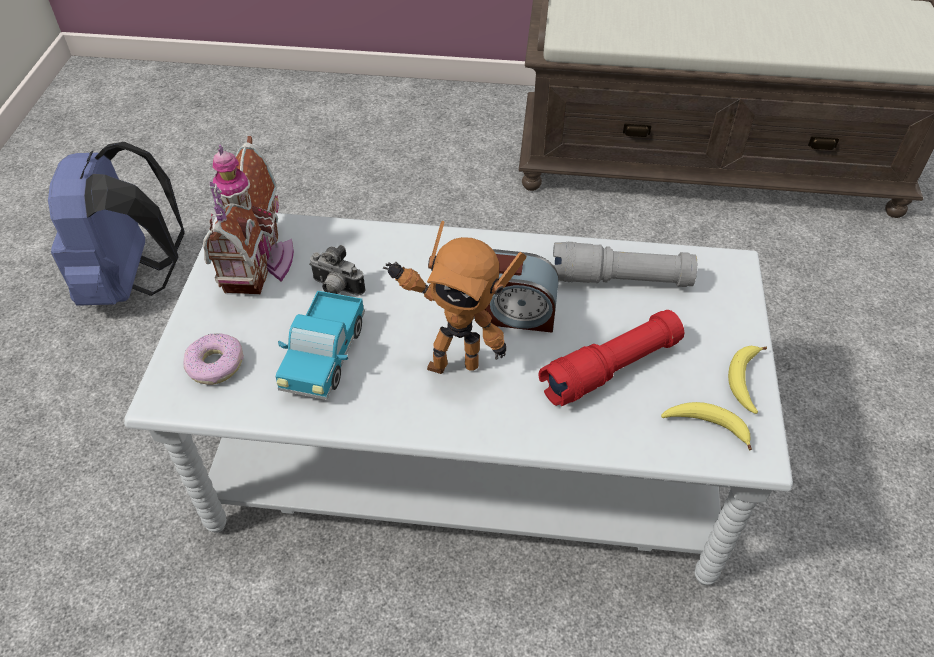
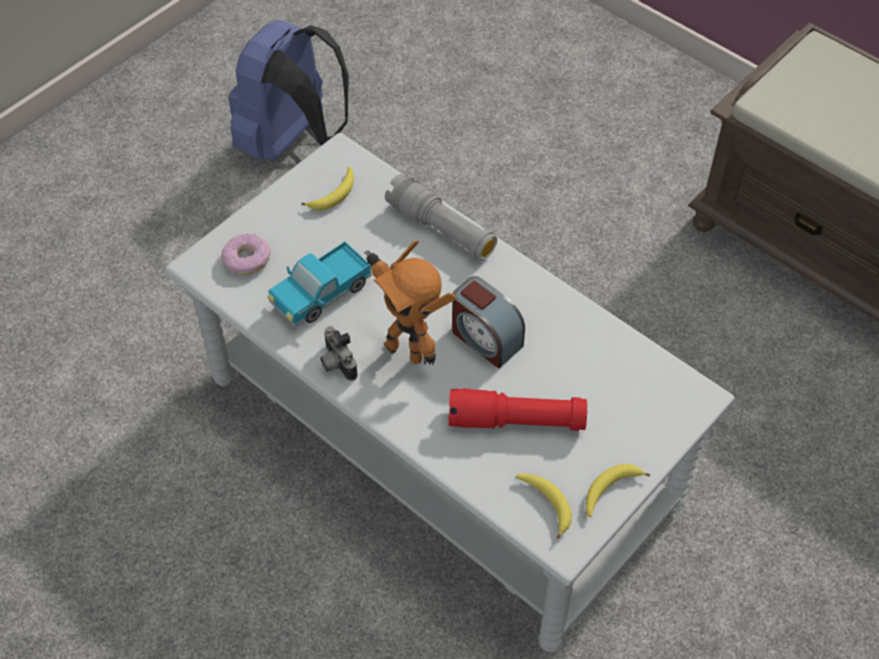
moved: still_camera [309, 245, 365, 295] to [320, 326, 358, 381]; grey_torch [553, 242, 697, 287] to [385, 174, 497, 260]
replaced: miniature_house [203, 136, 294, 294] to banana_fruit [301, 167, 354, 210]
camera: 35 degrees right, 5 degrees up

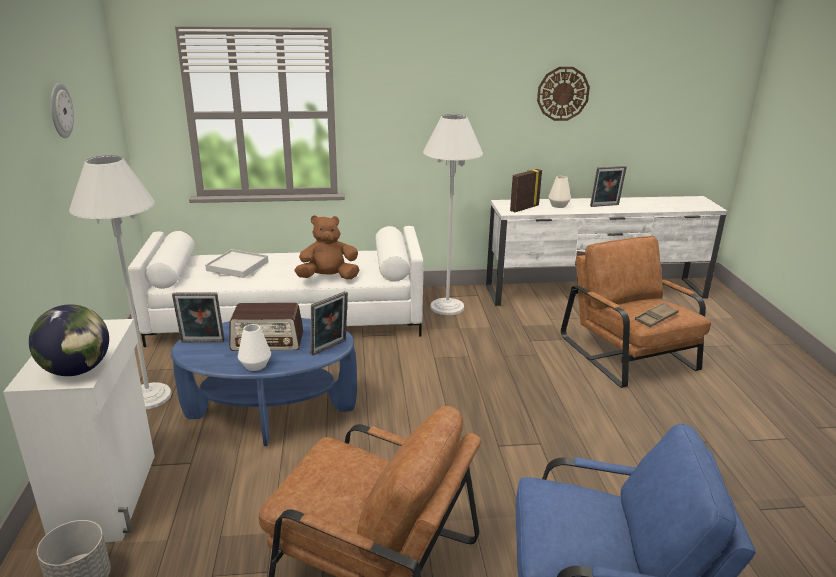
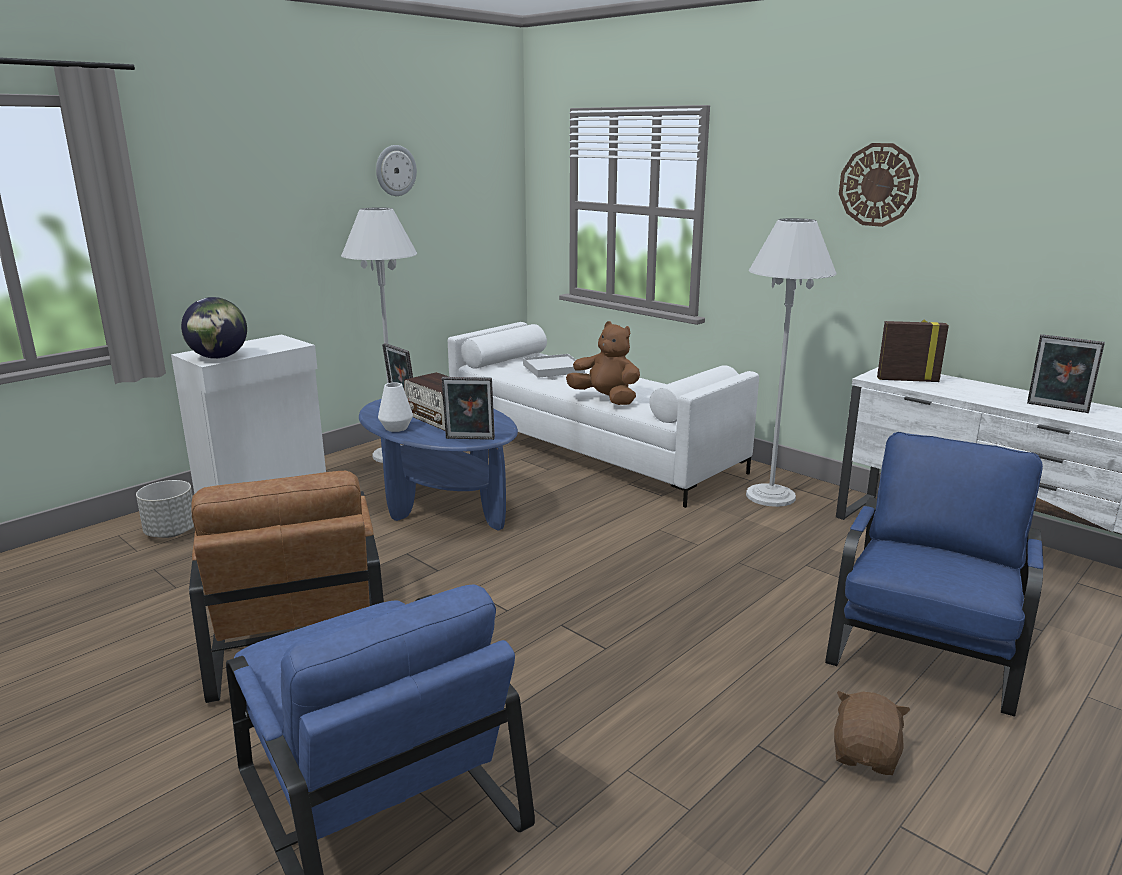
removed: white-coloured_decorative_vase [548, 176, 571, 208]; brownish_serving_tray [635, 303, 679, 327]
added: brownish_cuddly_toy [834, 691, 910, 775]
moved: wall_clock [537, 67, 590, 121] to [839, 143, 919, 227]
recoloured: brownish_armchair [561, 236, 711, 388] to bluish_armchair [825, 432, 1044, 717]
camera: 50 degrees right, 5 degrees down

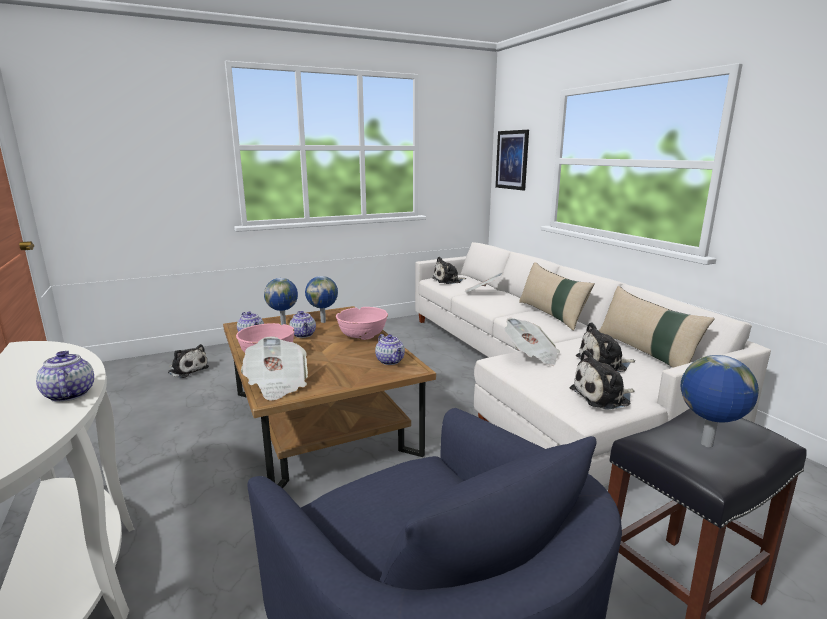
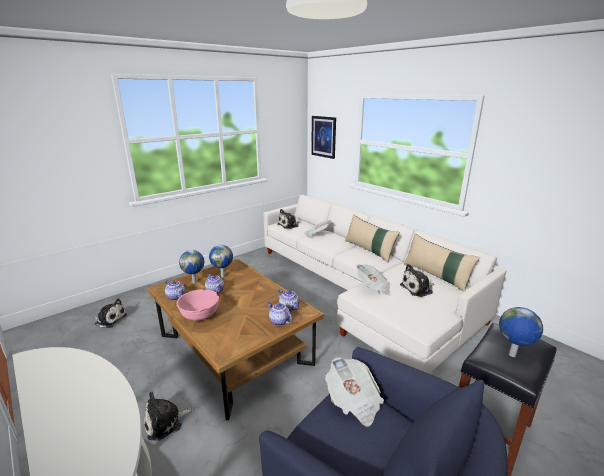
removed: pink_serving_bowl [336, 307, 388, 340]
moved: cuddly_toy [570, 350, 634, 410] to [144, 392, 193, 441]; teapot [36, 351, 94, 402] to [267, 302, 292, 326]; newspaper [241, 336, 308, 401] to [325, 357, 384, 427]
camera: 15 degrees left, 5 degrees up

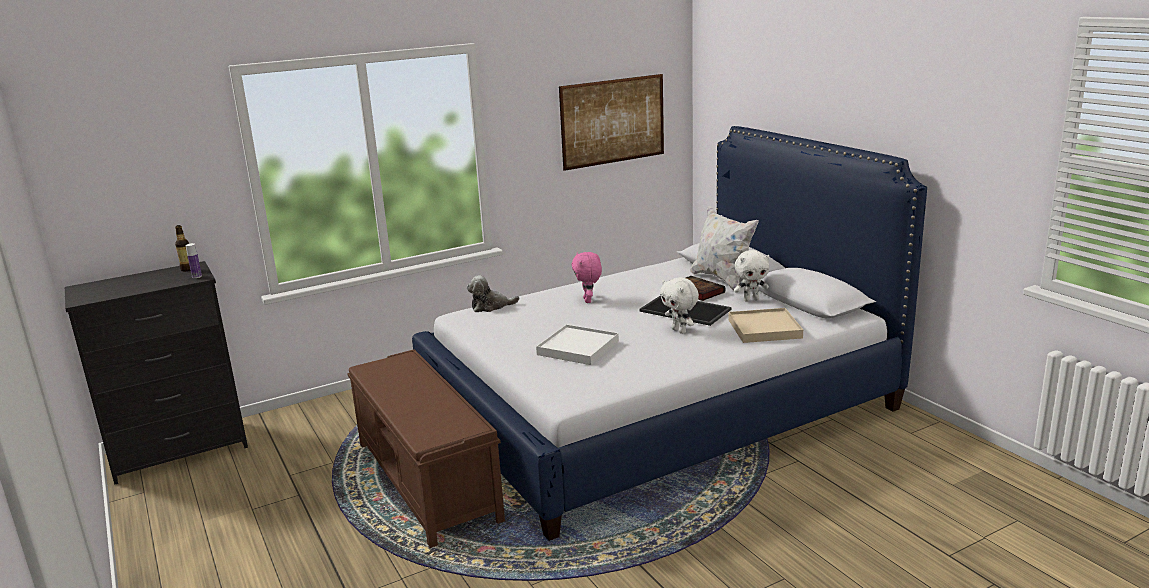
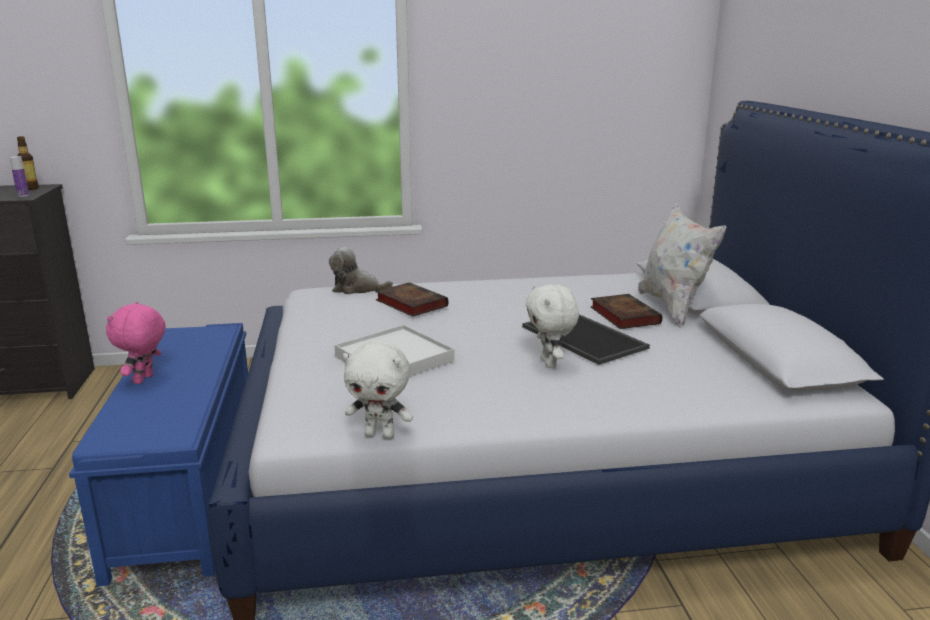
removed: wall_art [559, 74, 664, 171]; beige_serving_tray [729, 308, 803, 343]
added: volume [375, 282, 448, 317]
moved: pink_cuddly_toy [571, 252, 602, 303] to [106, 302, 166, 384]; white-coloured_cuddly_toy [734, 250, 769, 302] to [343, 341, 413, 439]
recoloured: brownish_indoor_bench [347, 349, 505, 548] to bluish_indoor_bench [69, 323, 248, 587]
camera: 20 degrees right, 0 degrees up

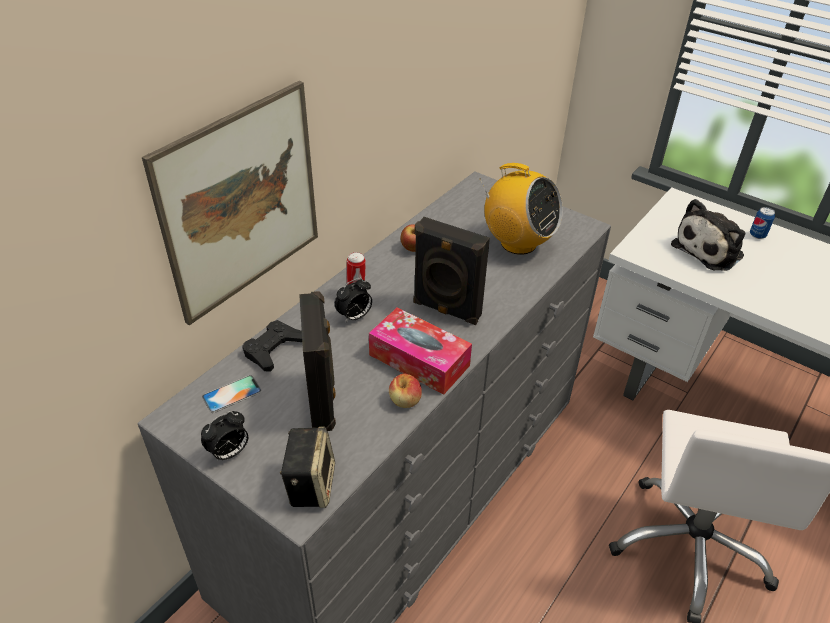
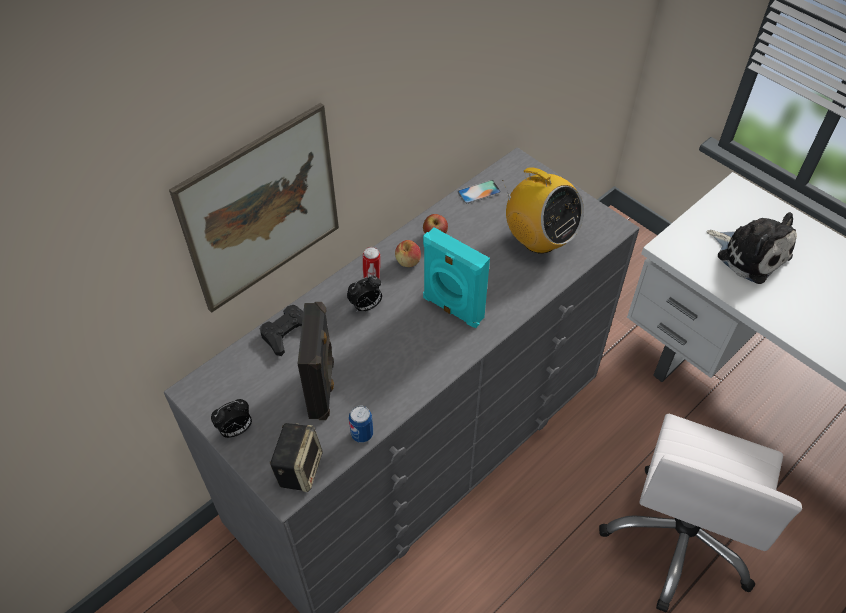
removed: box_of_tissues [369, 308, 472, 395]
moved: sealed_can [750, 207, 775, 239] to [349, 406, 373, 443]; apple [389, 373, 422, 408] to [395, 240, 421, 267]; phone [202, 375, 262, 413] to [458, 180, 501, 204]
recoloured: blackish_loudspeaker [413, 217, 490, 325] to turquoise-coloured_loudspeaker [423, 227, 490, 328]
turned: cuddly_toy [671, 199, 745, 271] = [707, 212, 797, 284] 105 degrees counterclockwise
camera: 10 degrees right, 10 degrees up

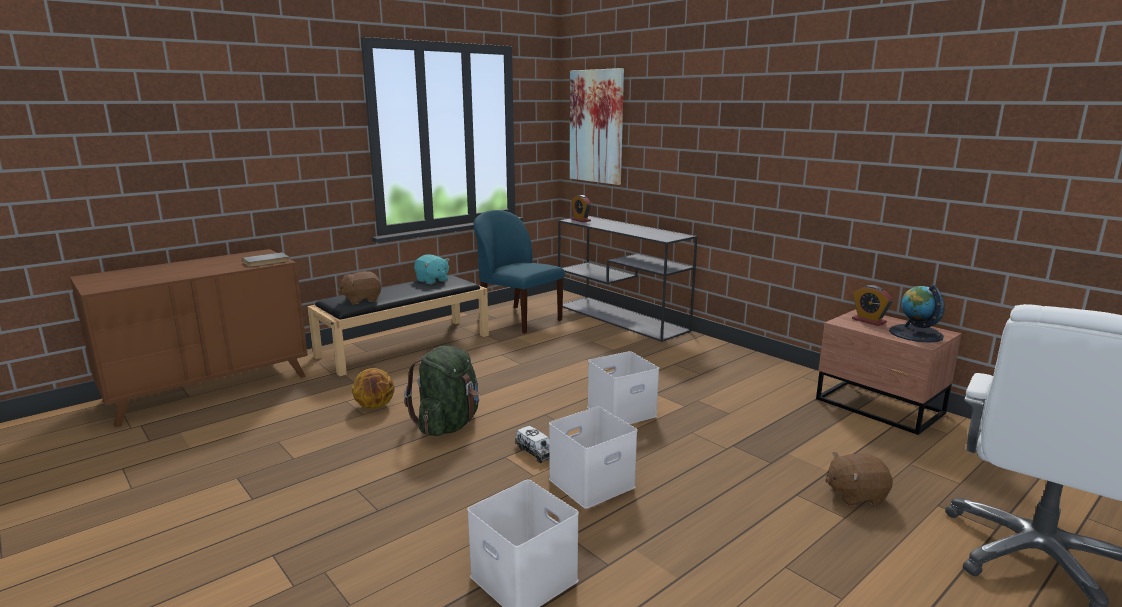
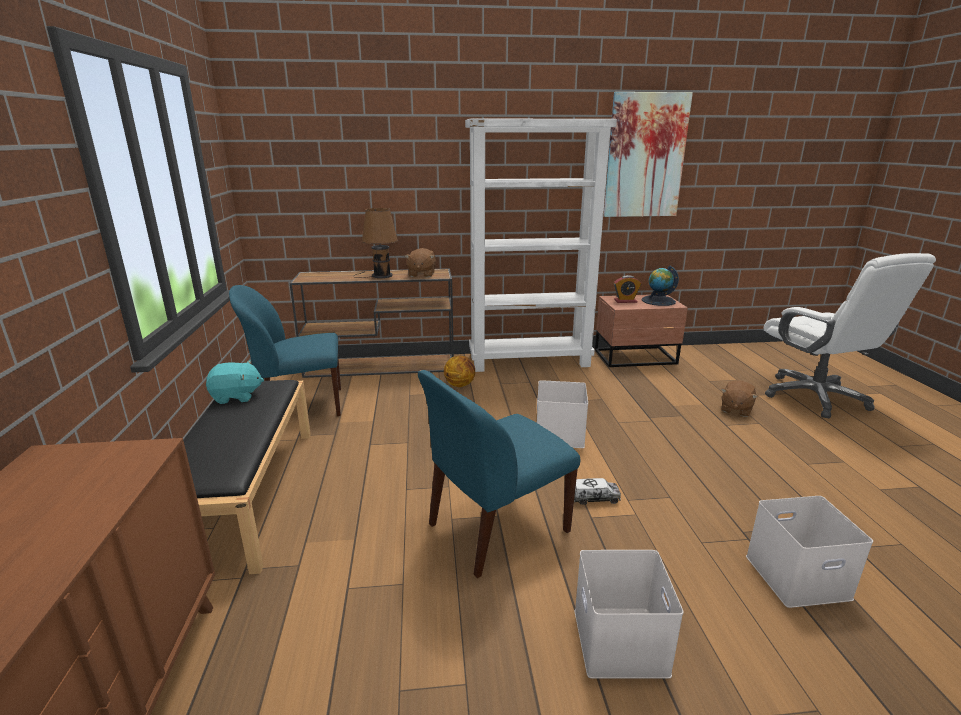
removed: grey_volume [242, 252, 289, 267]; bedside_clock [571, 195, 591, 222]
added: brownish_lamp_for_a_table [354, 208, 398, 278]; white-coloured_bookshelf [465, 118, 617, 372]
moved: brownish_cuddly_toy [337, 271, 381, 305] to [405, 248, 436, 277]; basketball [352, 368, 394, 409] to [444, 356, 475, 387]; white-coloured_storage_bin [549, 407, 637, 509] to [575, 550, 684, 679]; wall_art [570, 68, 624, 185] to [604, 92, 693, 217]
replaced: green-coloured_rucksack [404, 346, 479, 436] to bluish_plain_chair [418, 370, 580, 578]
recoloured: grey_console_table [558, 216, 698, 342] to brownish_console_table [290, 268, 454, 378]
camera: 55 degrees left, 5 degrees up

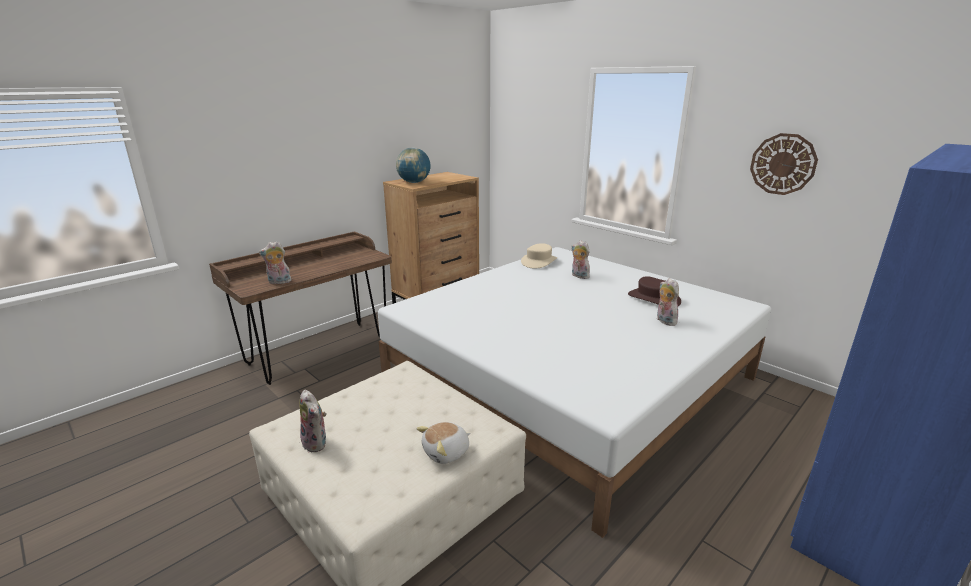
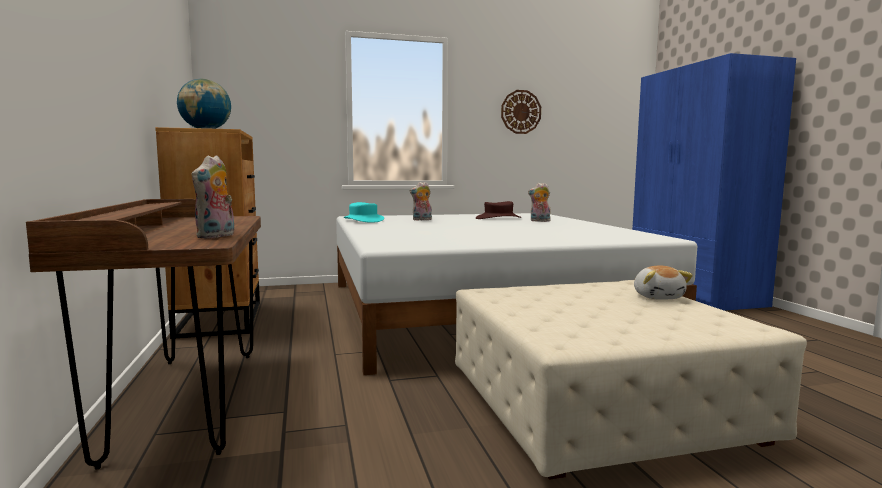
removed: cuddly_toy [299, 390, 326, 453]
recoloured: beige_wearable_hat [521, 243, 557, 269] to turquoise-coloured_wearable_hat [344, 202, 384, 223]
camera: 60 degrees left, 15 degrees down

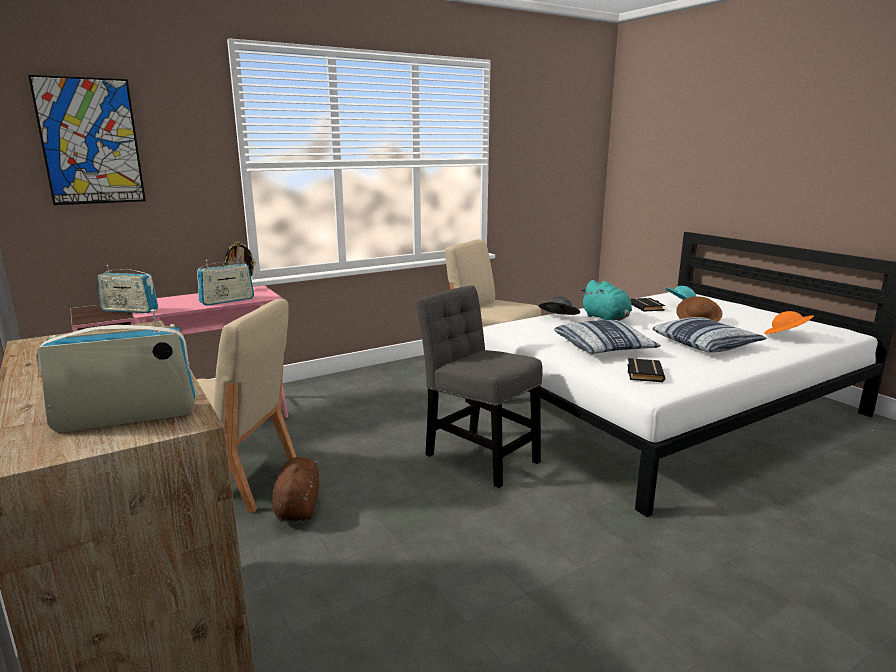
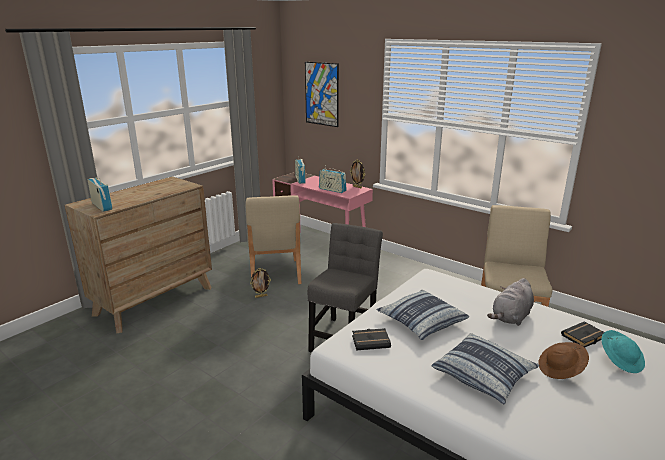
removed: grey_wearable_hat [538, 296, 580, 315]; orange_wearable_hat [764, 311, 814, 334]
replaced: brownish_cuddly_toy [272, 457, 319, 522] to photo_frame [250, 268, 271, 298]
recoloured: turquoise-coloured_cuddly_toy [581, 280, 632, 321] to grey_cuddly_toy [487, 278, 534, 326]
camera: 70 degrees right, 5 degrees up

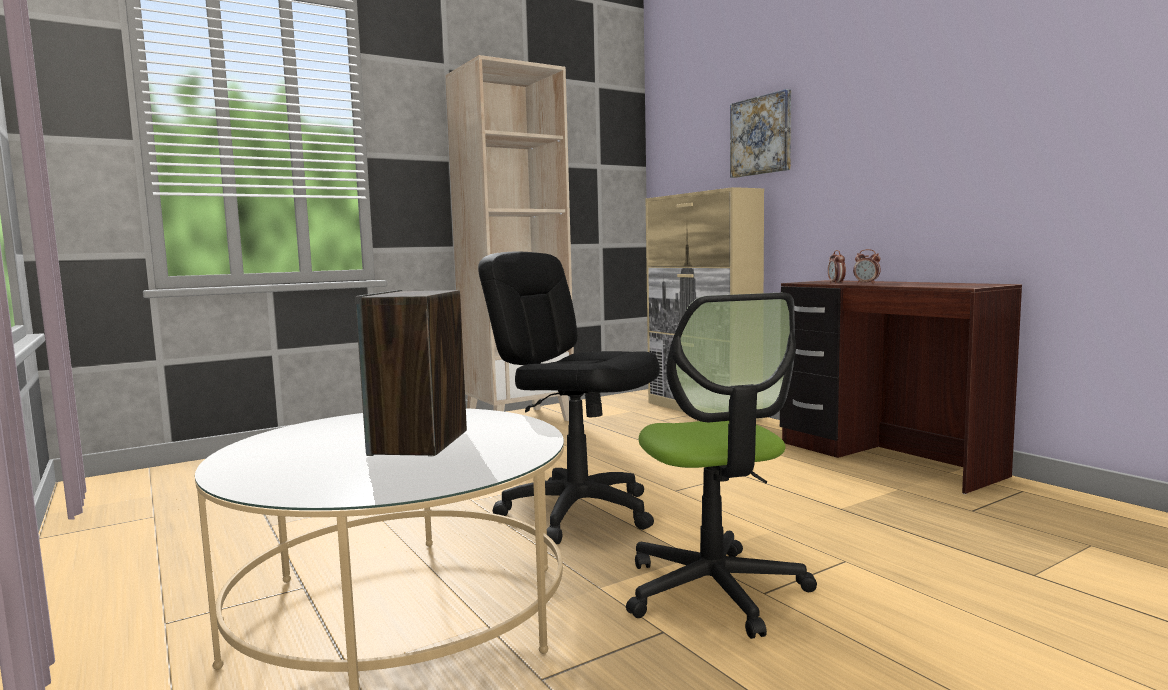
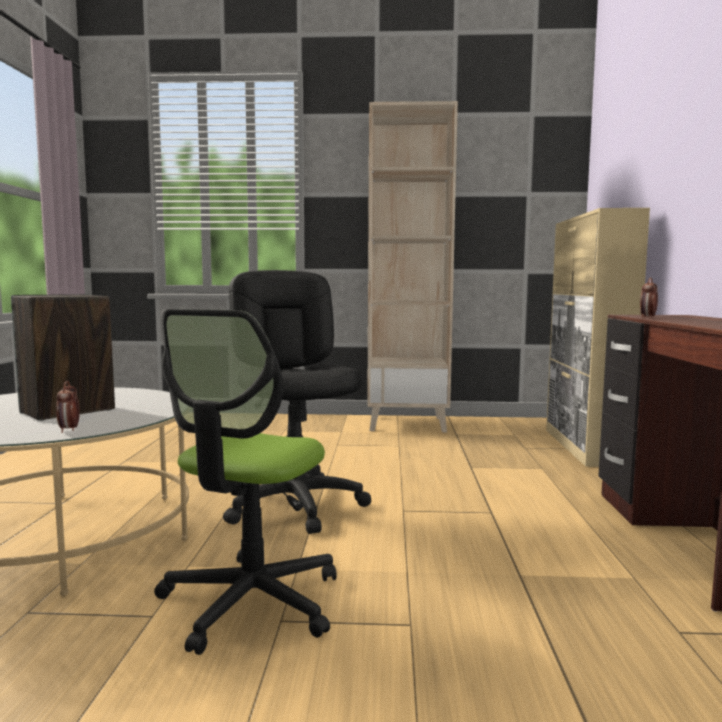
removed: wall_art [730, 89, 791, 178]
moved: bedside_clock [853, 249, 881, 284] to [56, 381, 80, 433]
camera: 35 degrees right, 0 degrees up

